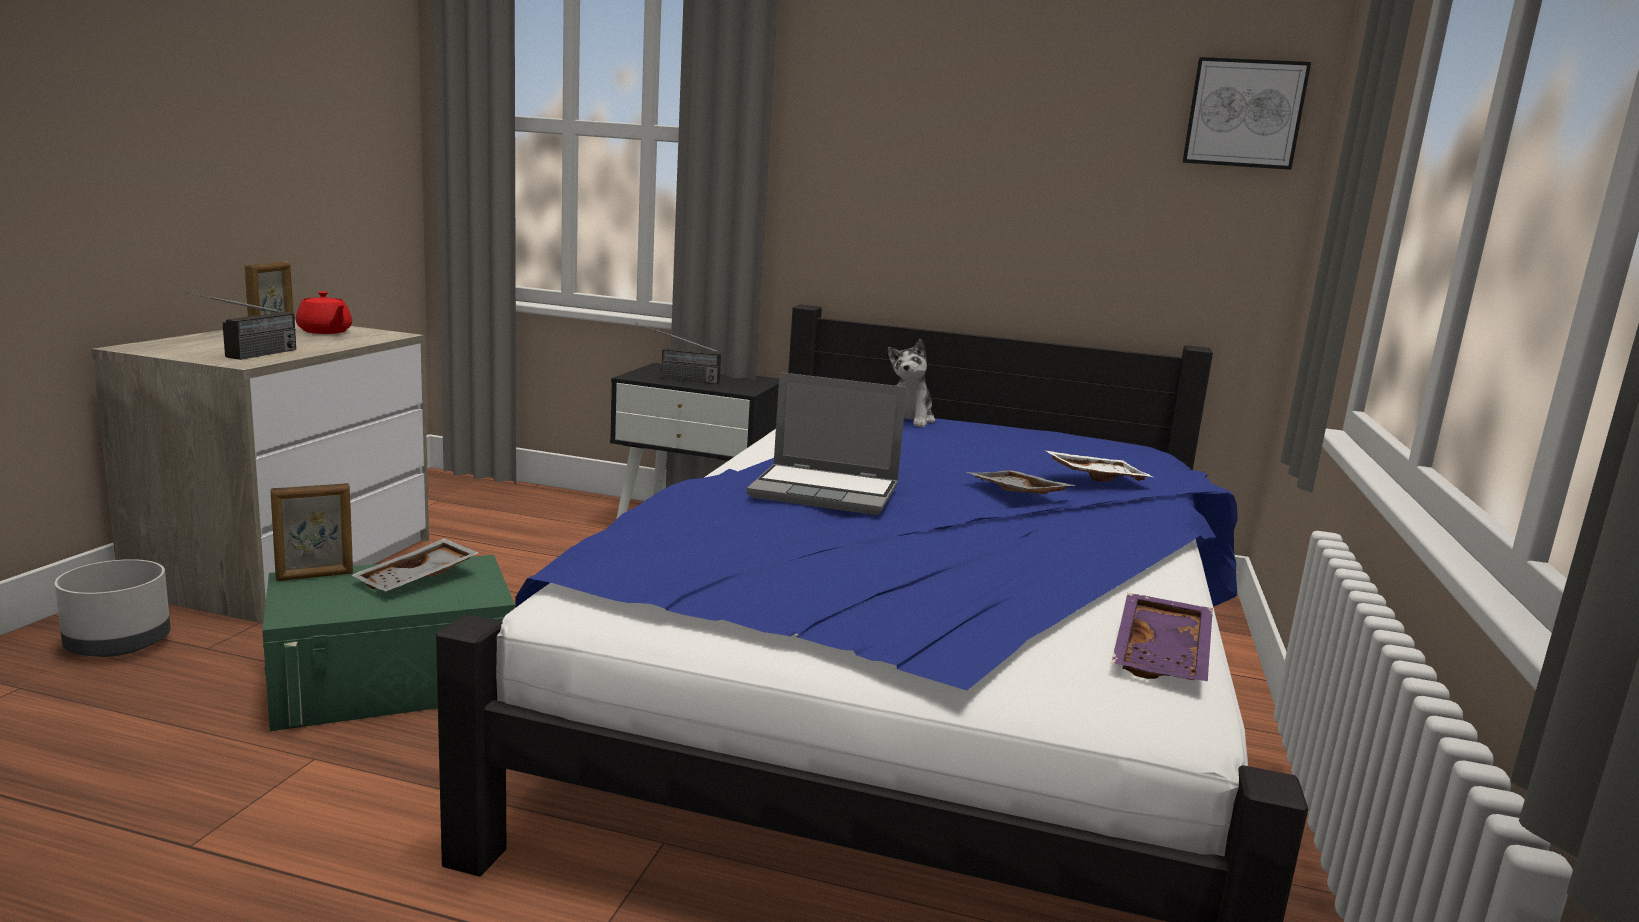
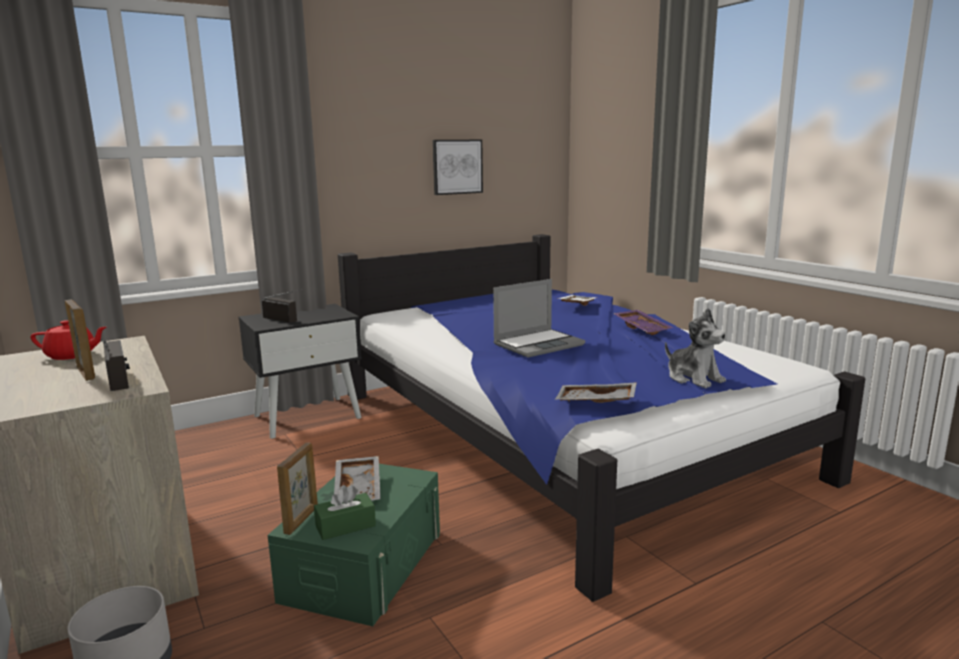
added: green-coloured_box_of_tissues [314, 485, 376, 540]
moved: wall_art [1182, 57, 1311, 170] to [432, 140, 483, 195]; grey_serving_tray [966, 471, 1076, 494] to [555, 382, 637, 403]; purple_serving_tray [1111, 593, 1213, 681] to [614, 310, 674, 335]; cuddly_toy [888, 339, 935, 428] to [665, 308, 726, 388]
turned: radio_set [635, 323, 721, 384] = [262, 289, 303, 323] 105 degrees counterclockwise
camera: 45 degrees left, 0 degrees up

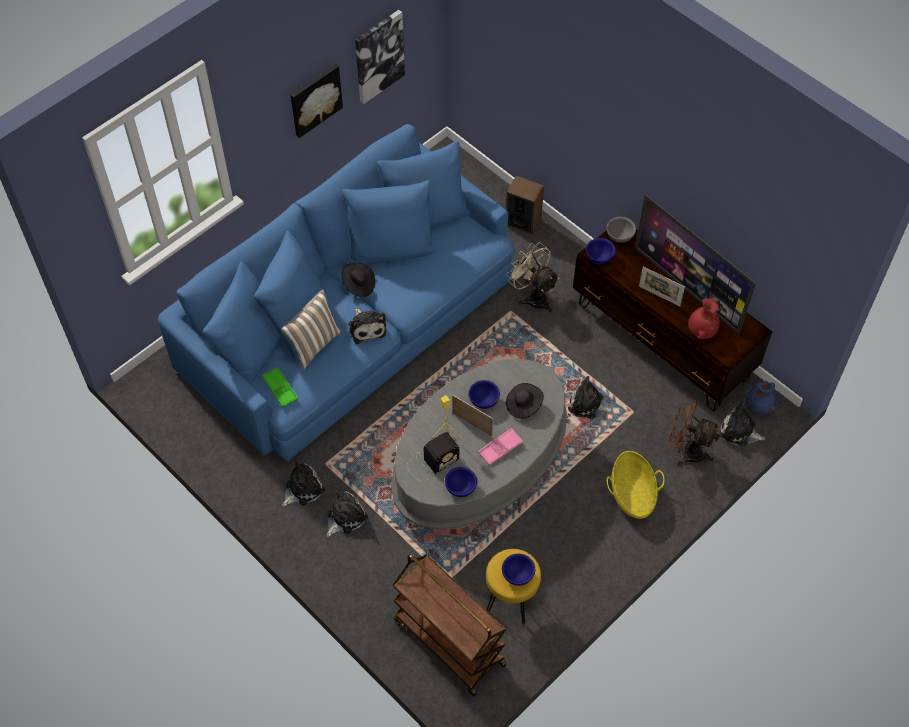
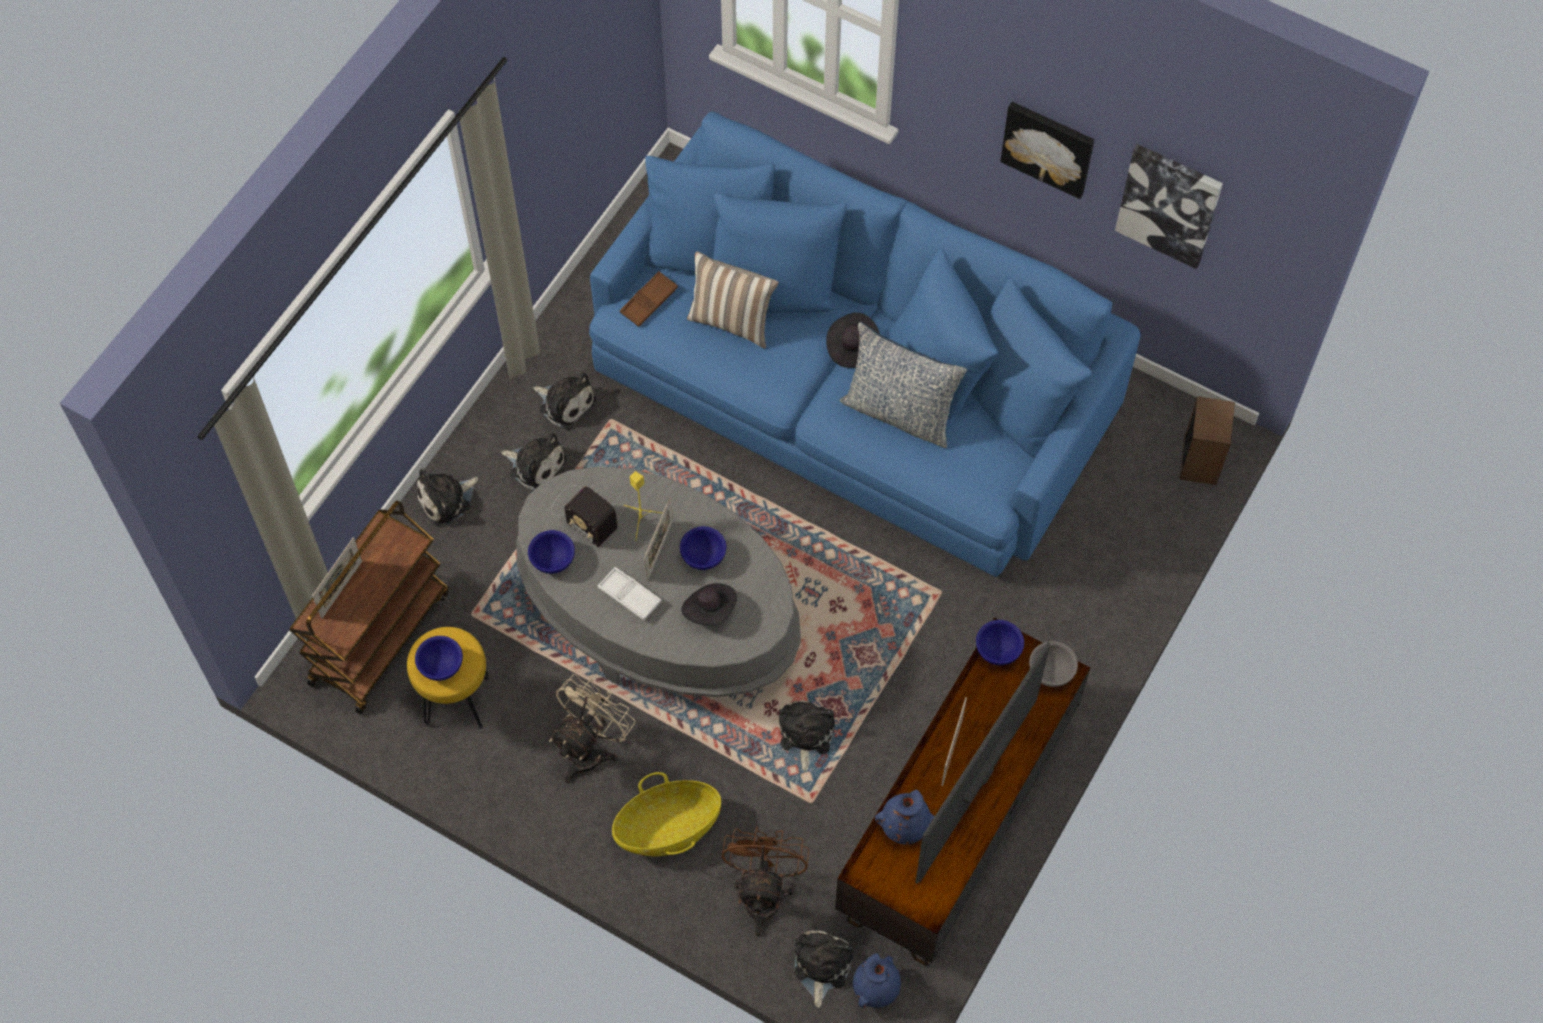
added: photo_frame [312, 537, 362, 619]; cushion [840, 322, 967, 448]
moved: cuddly_toy [348, 308, 387, 344] to [415, 468, 478, 526]; beige_fan [506, 243, 559, 313] to [549, 674, 636, 783]; loudspeaker [506, 175, 544, 235] to [1179, 396, 1235, 485]
recoloured: pink_serving_tray [478, 428, 523, 465] to white-coloured_serving_tray [597, 567, 662, 620]; green-coloured_serving_tray [262, 367, 298, 408] to brownish_serving_tray [620, 271, 678, 327]; red_decorative_vase [688, 298, 720, 339] to bluish_decorative_vase [875, 789, 935, 845]
camera: 75 degrees right, 5 degrees up

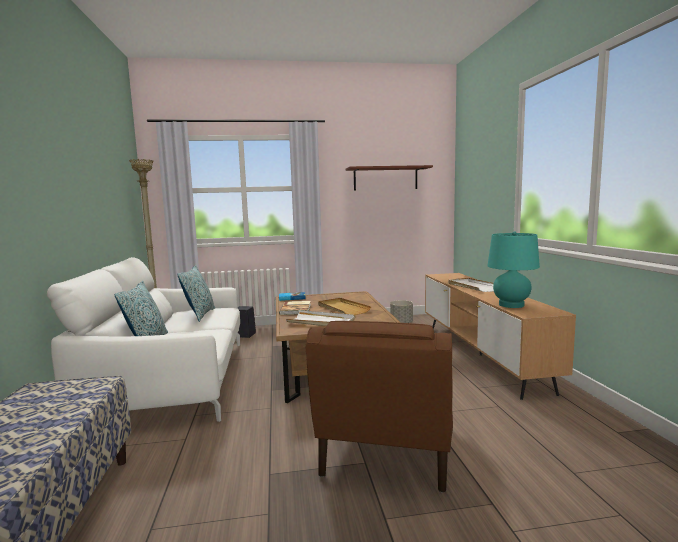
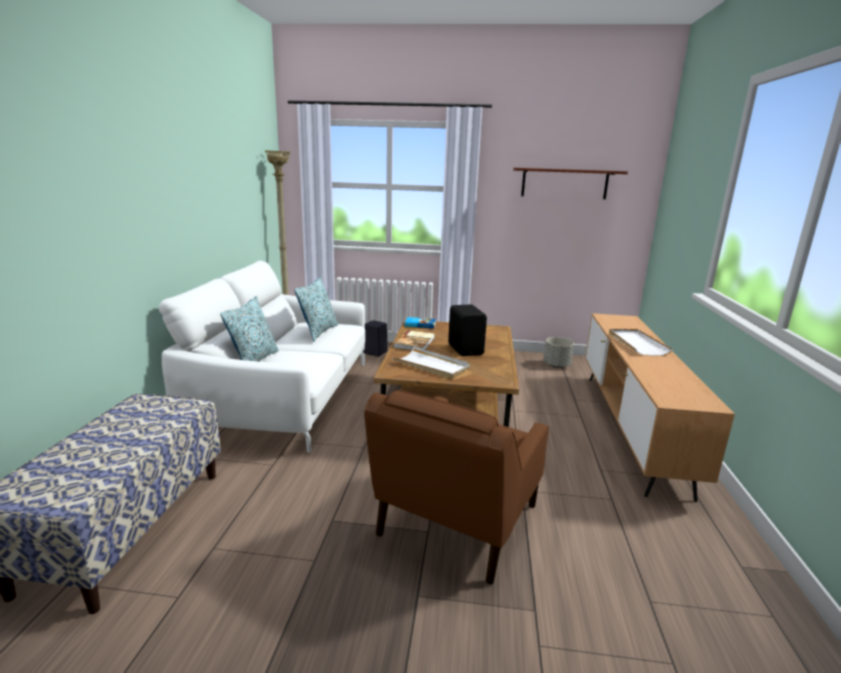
removed: turquoise-coloured_lamp_for_a_table [487, 231, 540, 308]
replaced: beige_serving_tray [318, 298, 372, 315] to blackish_loudspeaker [448, 304, 487, 356]
camera: 15 degrees right, 10 degrees up

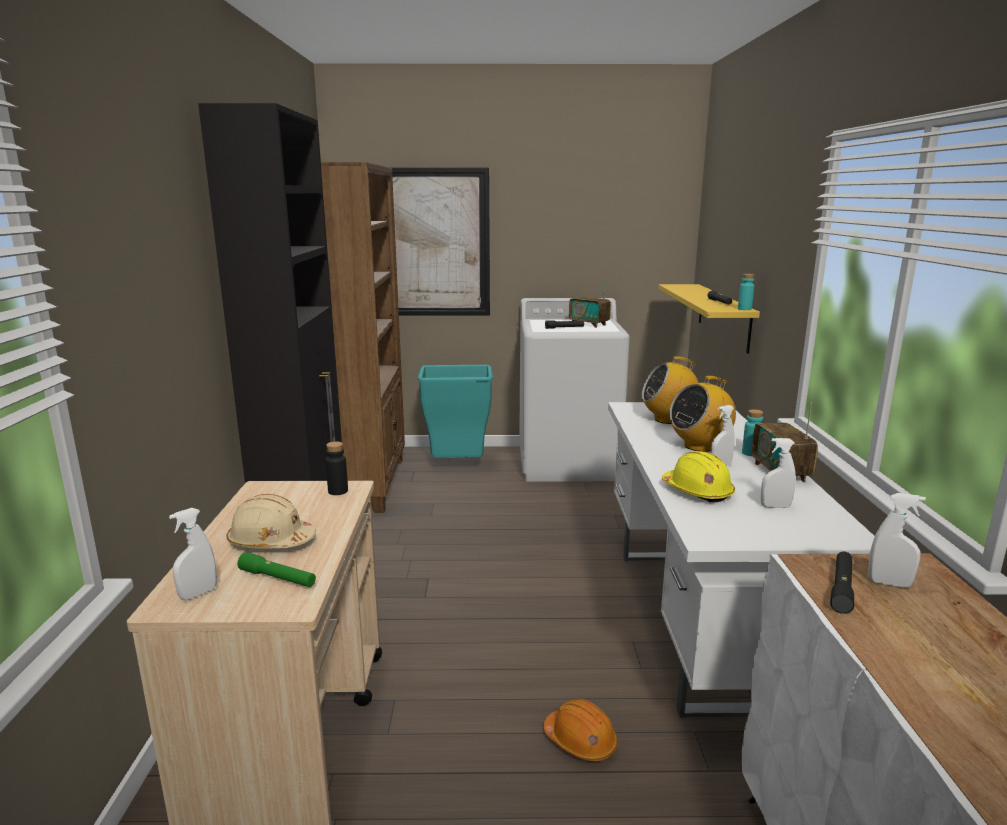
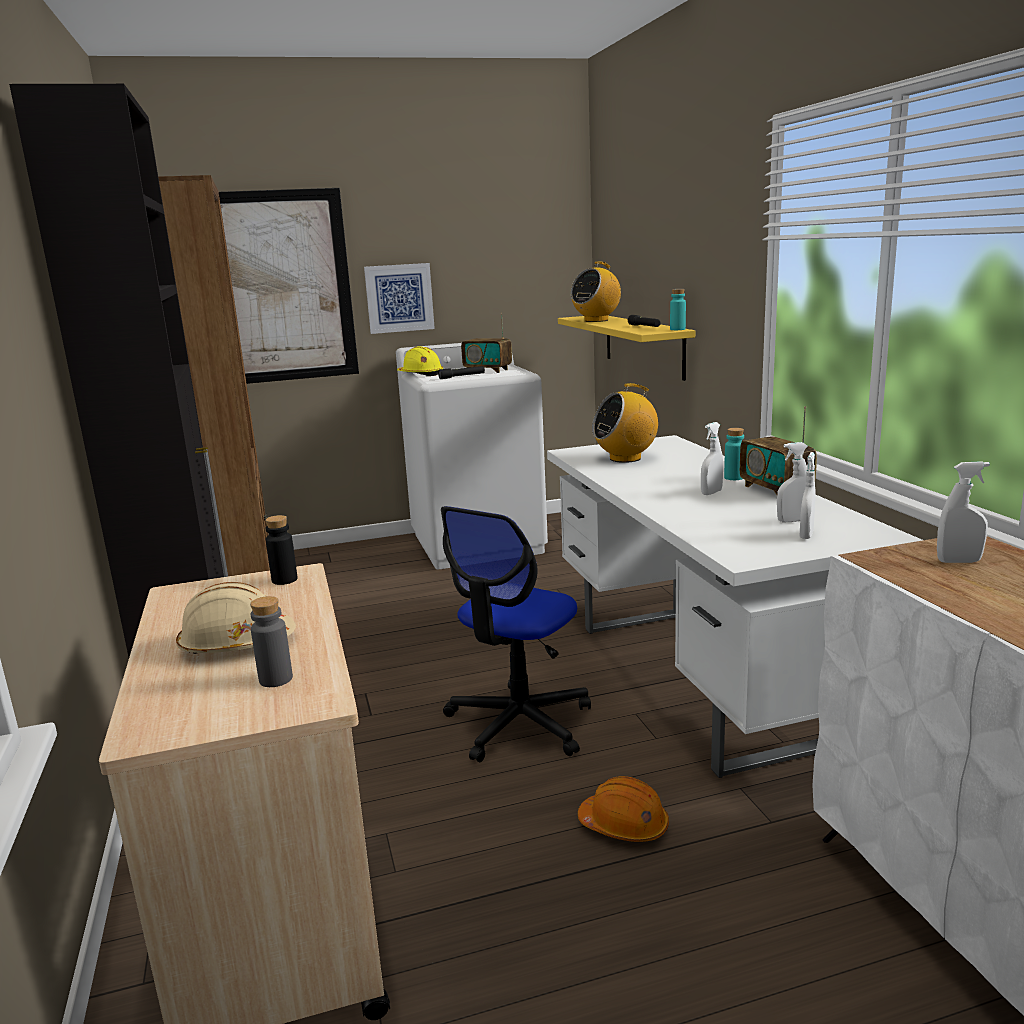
removed: turquoise-coloured_rubbish_bin [418, 365, 493, 458]; blackish_torch [830, 551, 854, 614]
added: wall_art [364, 263, 435, 334]; office_chair [441, 506, 591, 762]
moved: yellow_safety_helmet [662, 451, 735, 503] to [397, 346, 443, 377]; radio_set [670, 376, 736, 452] to [571, 262, 621, 322]; white-coloured_spray_bottle [169, 508, 217, 600] to [799, 452, 816, 539]
replaced: green-coloured_torch [237, 552, 316, 587] to grey_bottle [250, 596, 293, 687]
camera: 15 degrees left, 0 degrees up

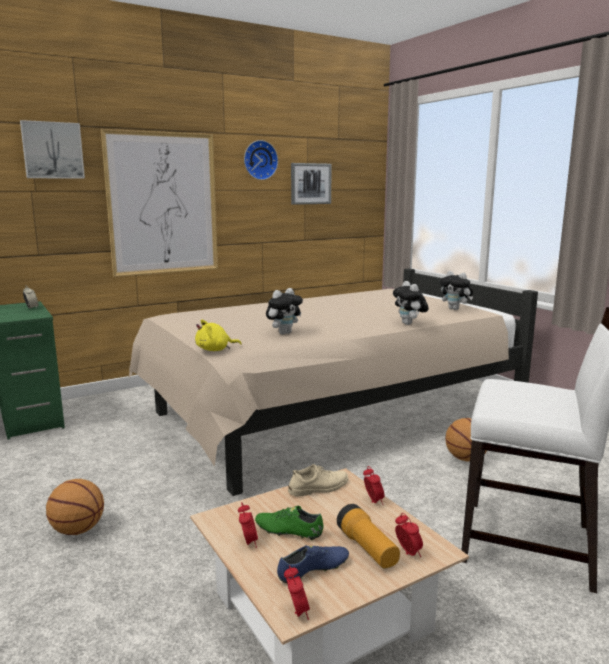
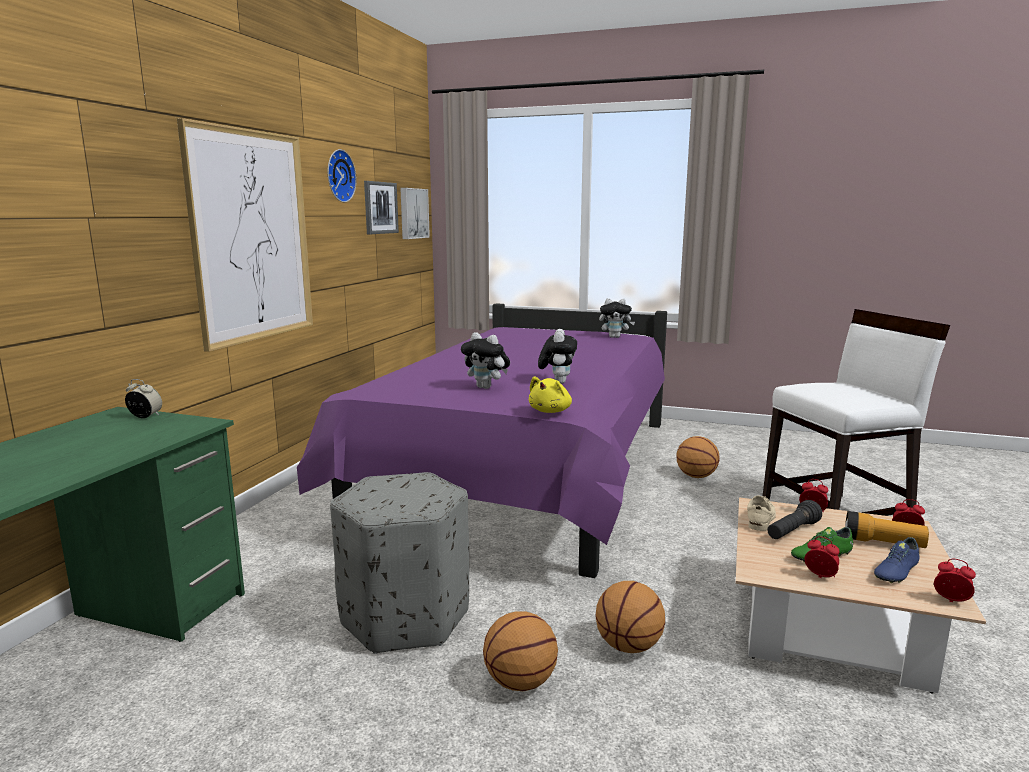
added: grey_pouffe [330, 472, 469, 654]; basketball [596, 581, 665, 653]; blackish_torch [767, 500, 822, 539]
moved: wall_art [20, 120, 85, 179] to [400, 188, 430, 239]; cuddly_toy [393, 281, 429, 325] to [461, 332, 510, 389]
recoloured: beige_bedroom_bed [129, 268, 538, 496] to purple_bedroom_bed [297, 303, 667, 578]
turned: bluish_item_of_footwear [277, 545, 349, 583] = [874, 537, 920, 583] 150 degrees counterclockwise
camera: 40 degrees left, 0 degrees up

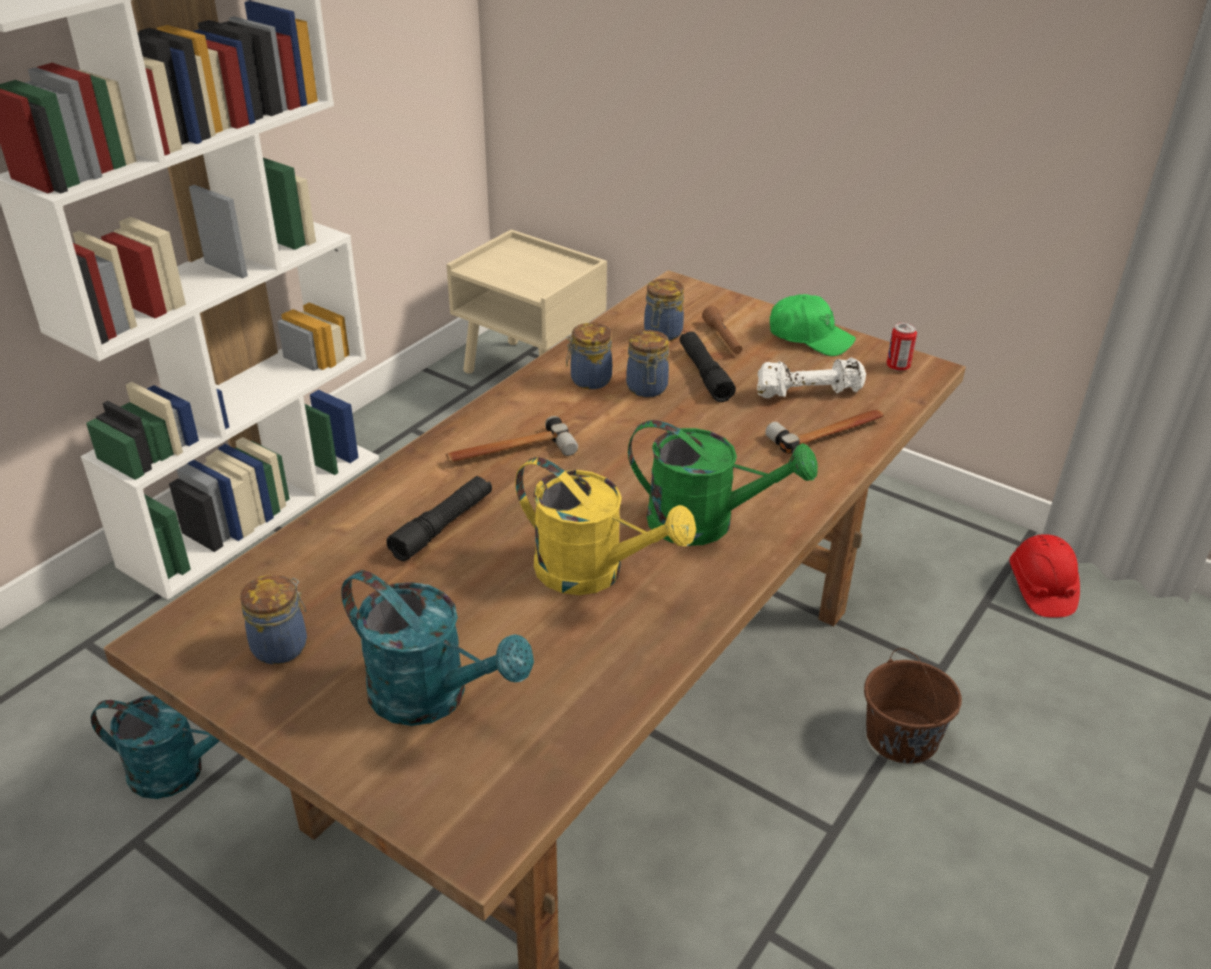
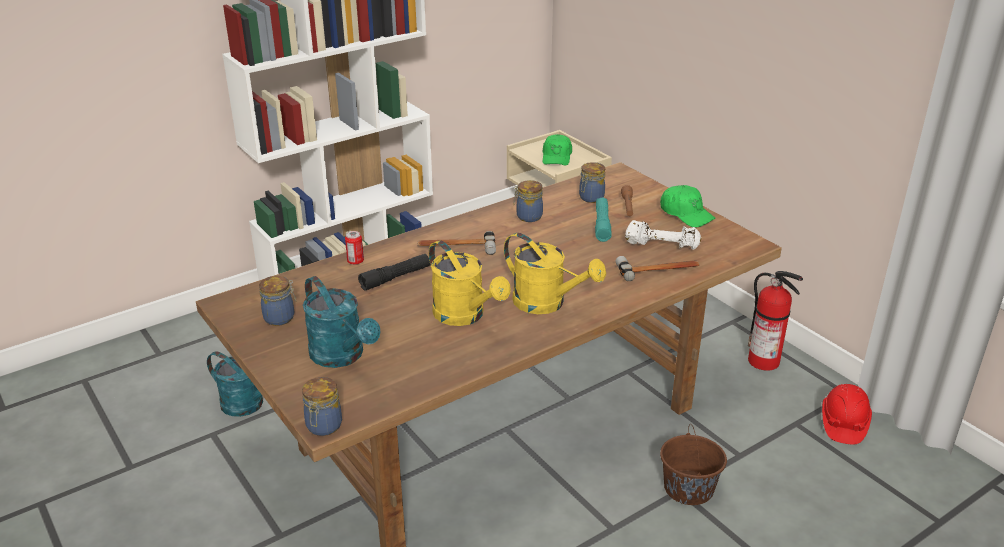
added: green-coloured_baseball_cap [542, 134, 572, 165]; extinguisher [748, 271, 803, 371]
moved: jar [626, 330, 669, 397] to [302, 377, 342, 436]; sealed_can [886, 323, 917, 371] to [345, 231, 364, 265]
recoloured: green-coloured_watering_pot [628, 420, 818, 546] to yellow_watering_pot [504, 233, 606, 314]; blackish_torch [680, 332, 736, 402] to turquoise-coloured_torch [595, 198, 612, 242]
camera: 20 degrees right, 5 degrees down

